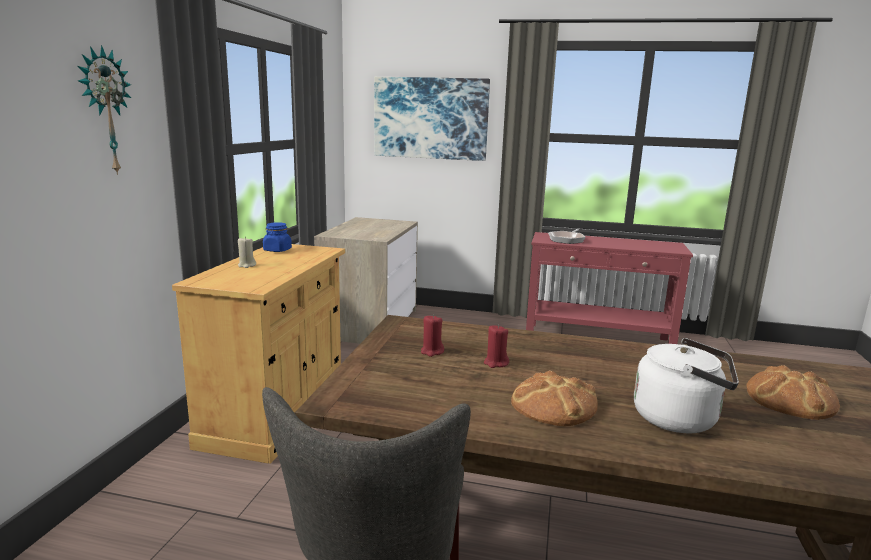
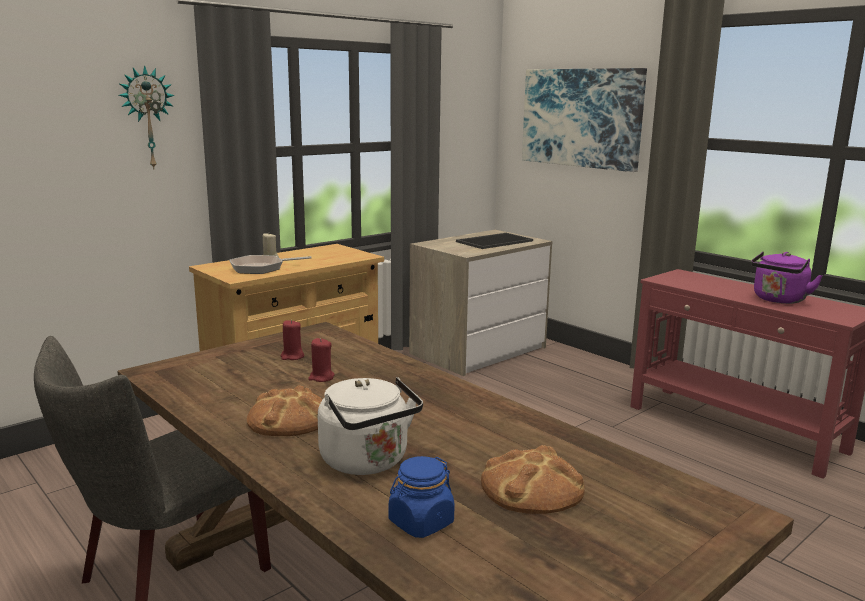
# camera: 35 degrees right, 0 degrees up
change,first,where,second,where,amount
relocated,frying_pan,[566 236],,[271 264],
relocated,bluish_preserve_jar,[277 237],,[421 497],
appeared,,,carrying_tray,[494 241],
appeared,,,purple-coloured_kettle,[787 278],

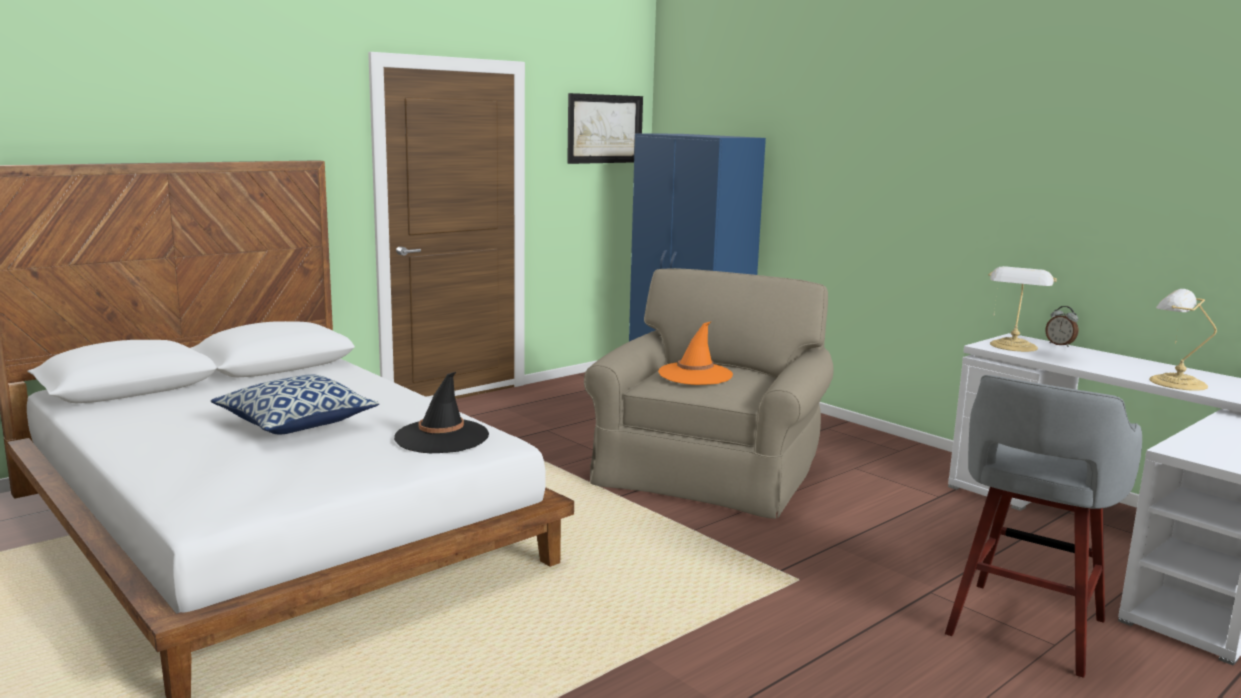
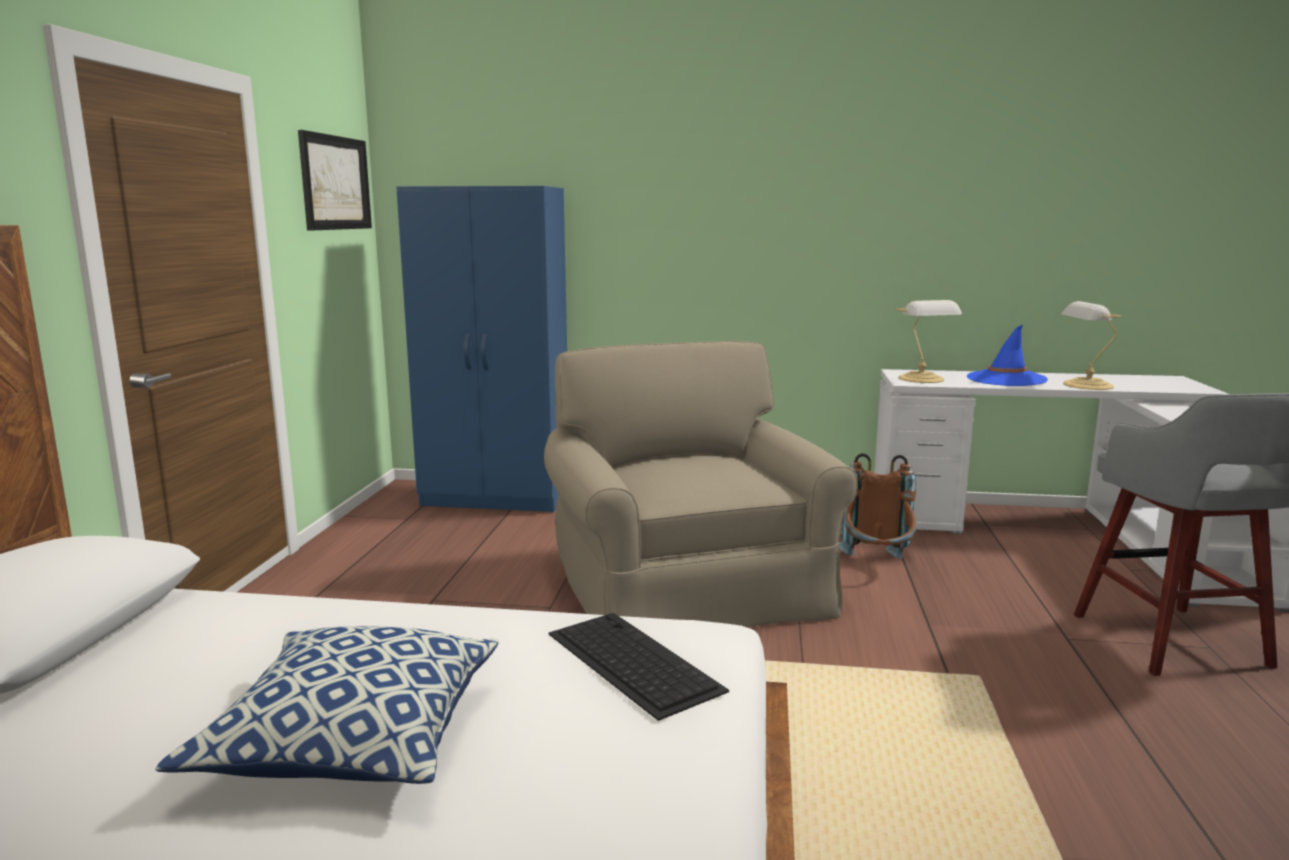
# camera: 40 degrees left, 0 degrees up
change,first,where,second,where,amount
exchanged,blackish_clothing_hat,[441 412],computer_keyboard,[639 667],
appeared,,,brownish_rucksack,[877 506],
appeared,,,bluish_clothing_hat,[1007 355],
missing,orange_clothing_hat,[695 353],,,
missing,alarm_clock,[1062 326],,,

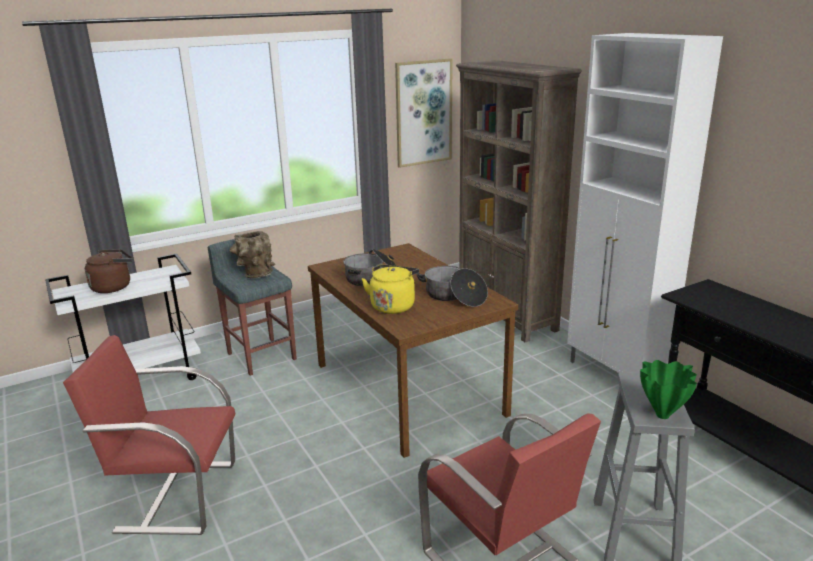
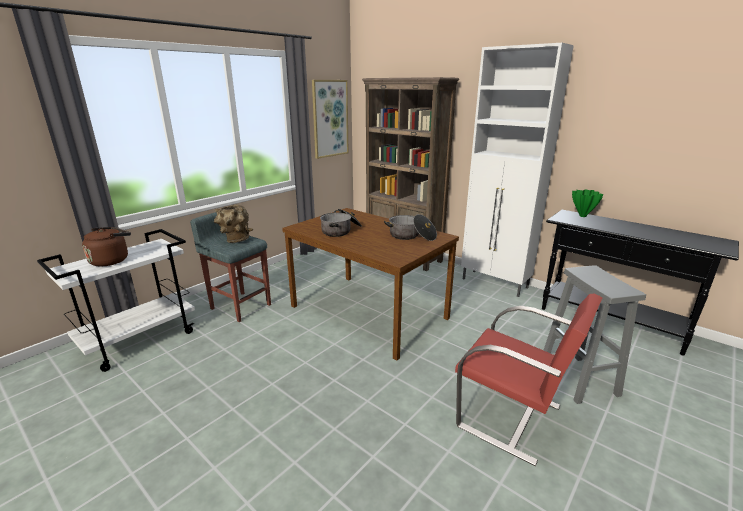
# camera: 20 degrees left, 0 degrees up
change,first,where,second,where,amount
relocated,greenish_decorative_vase,[668 389],,[587 203],
missing,reddish_upright_chair,[149 435],,,
missing,yellow-coloured_kettle,[390 289],,,

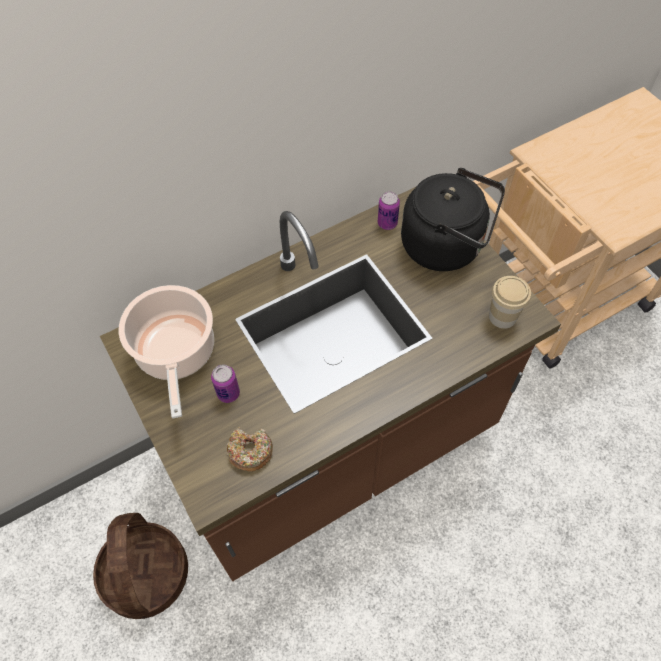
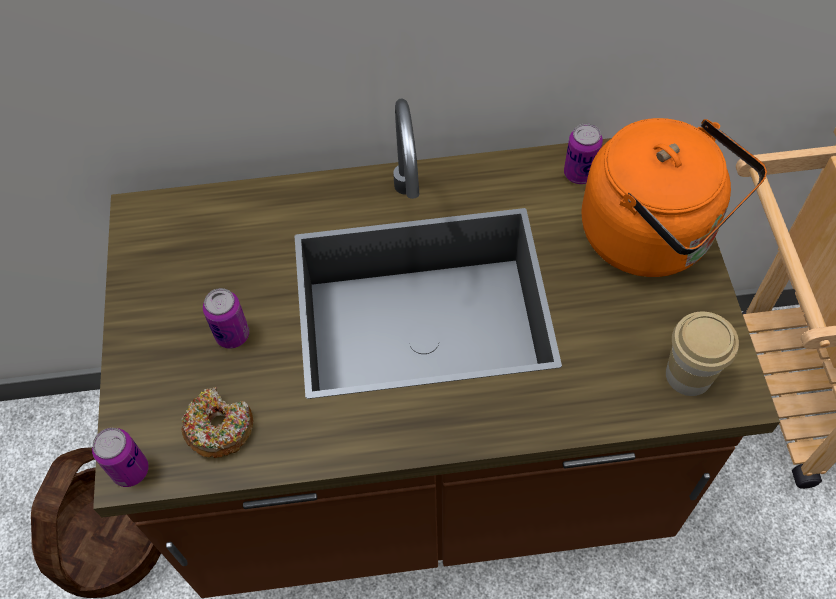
# camera: 25 degrees right, 0 degrees up
change,first,where,second,where,amount
appeared,,,sealed_can,[120 457],
colour,blackish_kettle,[453 219],orange_kettle,[674 197],
missing,saucepot,[166 352],,,

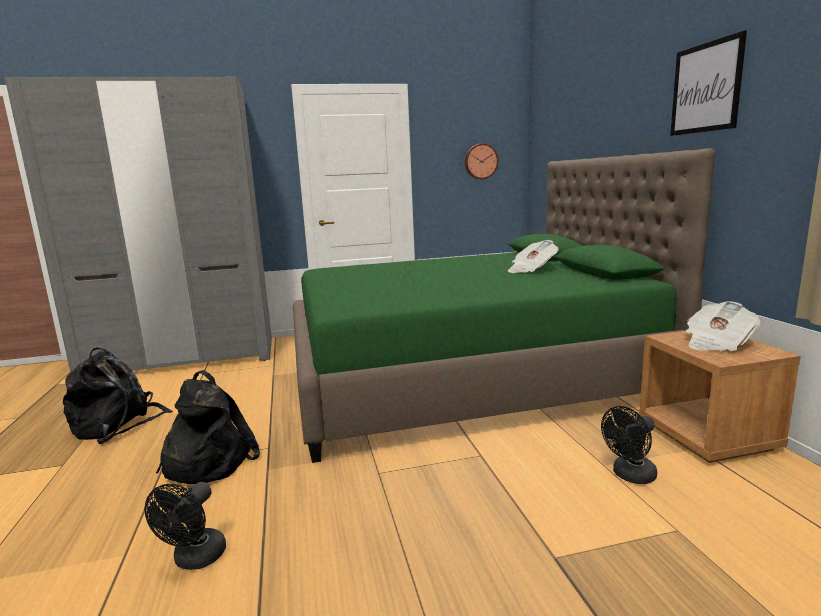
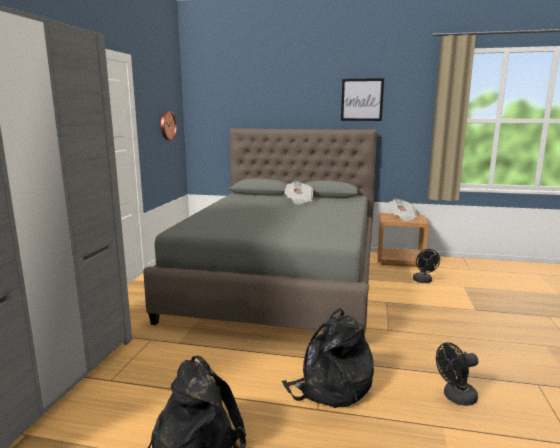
# camera: 65 degrees left, 0 degrees up
change,first,where,second,where,amount
colour,greenish_bed,[504 305],greyish_bed,[260 231],
spun,blackish_fan,[185 526],,[457 374],120 degrees clockwise

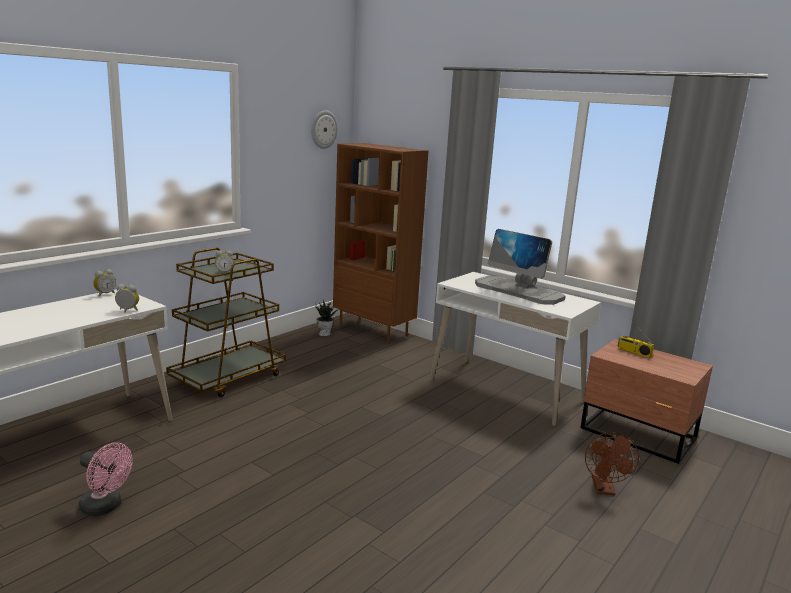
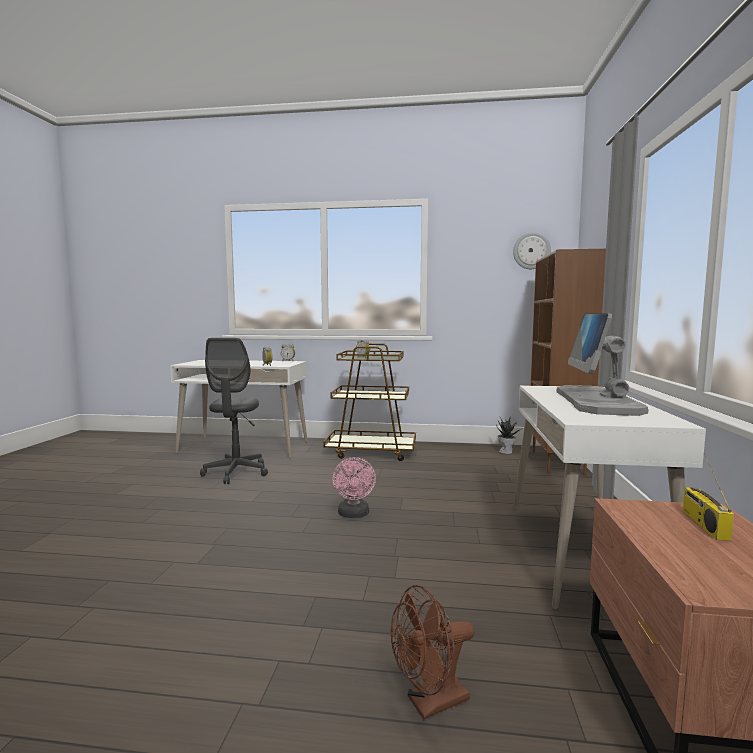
# camera: 60 degrees right, 10 degrees down
change,first,where,second,where,amount
appeared,,,greyish_computer_chair,[234 411],
relocated,pink_fan,[106 479],,[354 487],

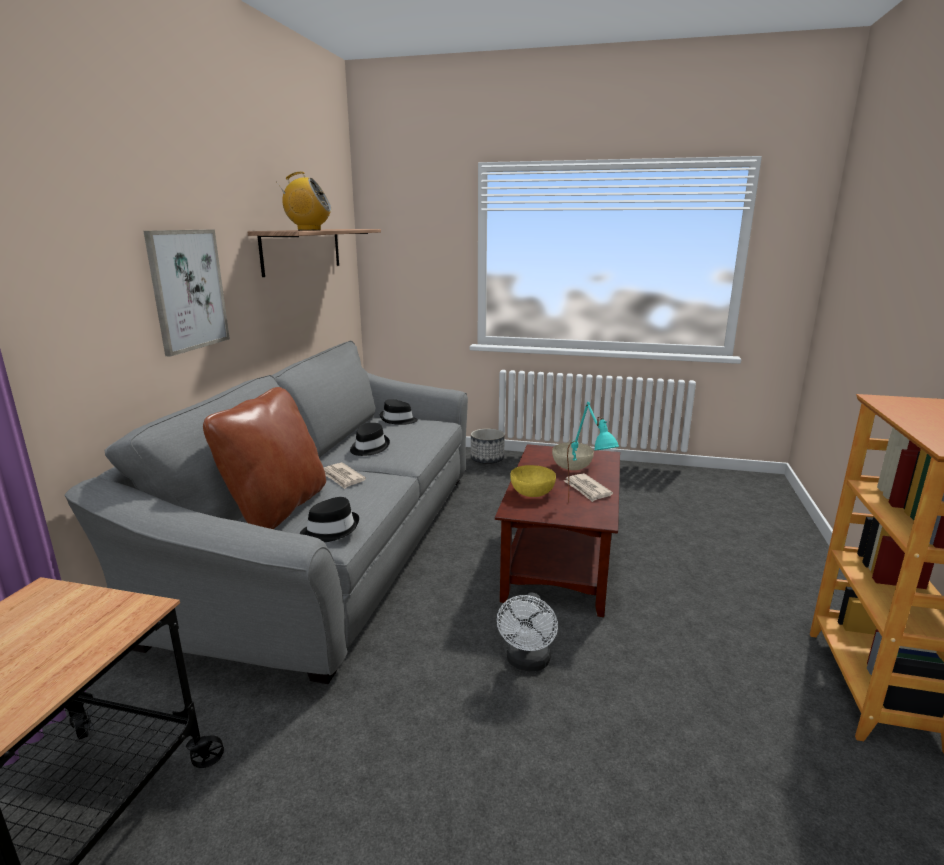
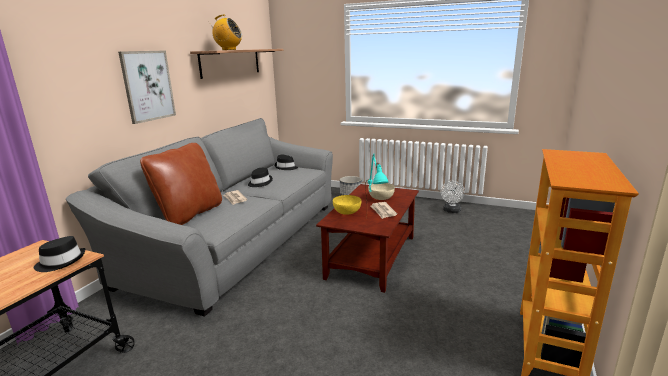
# camera: 10 degrees right, 0 degrees up
change,first,where,second,where,amount
relocated,blackish_clothing_hat,[329 519],,[59 254],
relocated,whitish_fan,[527 632],,[453 197],

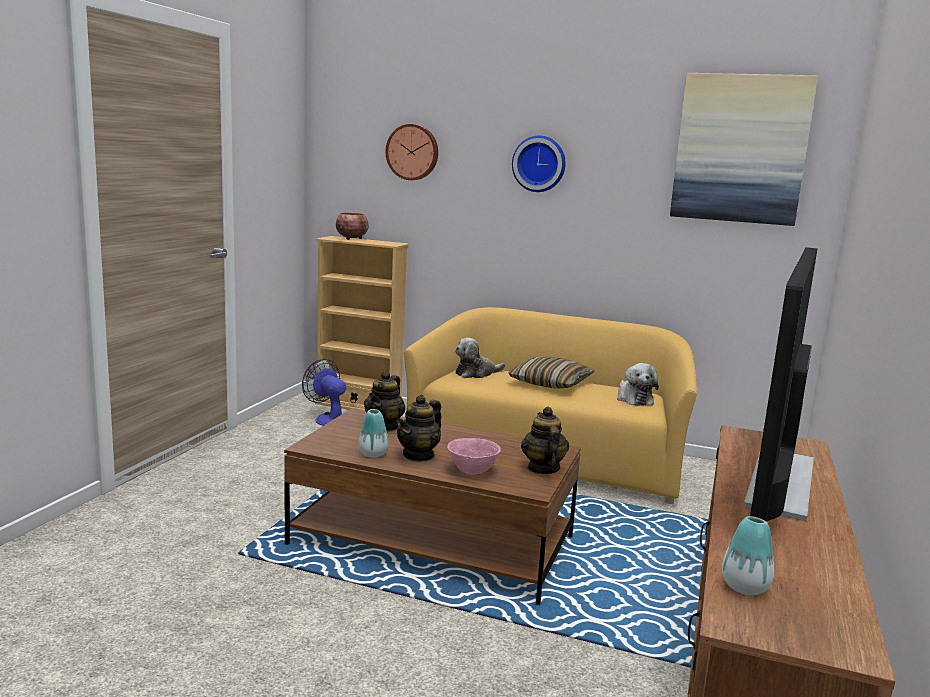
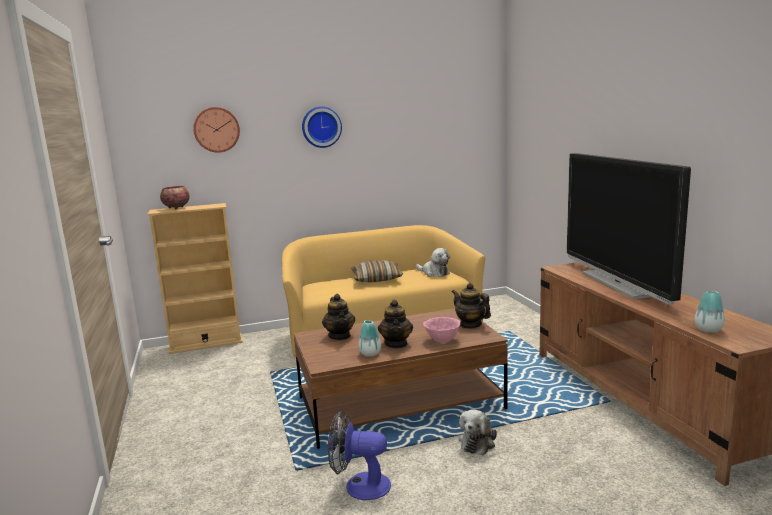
# camera: 35 degrees left, 0 degrees up
change,first,where,second,where,amount
relocated,fan,[324 392],,[359 455],
relocated,plush_toy,[480 358],,[478 432],
missing,wall_art,[744 149],,,

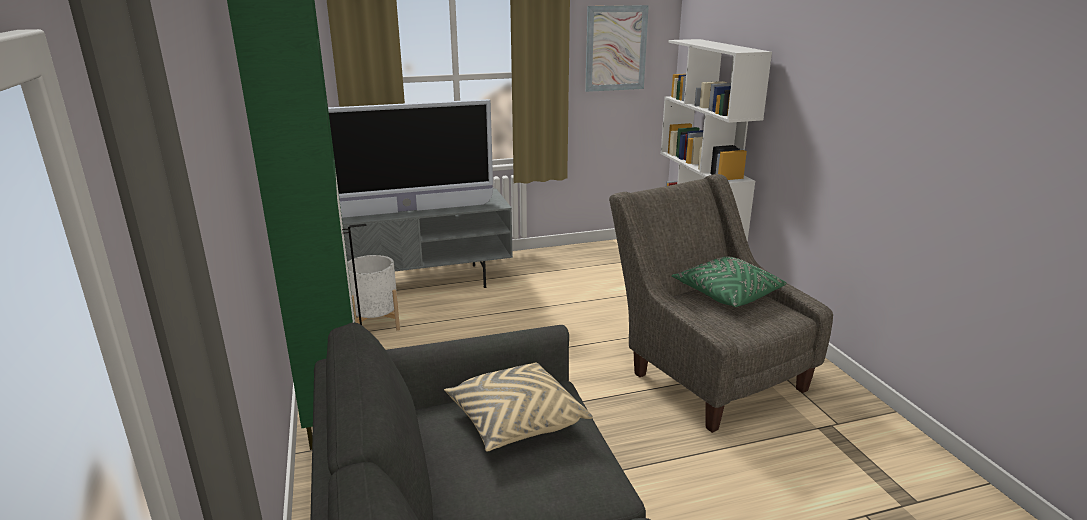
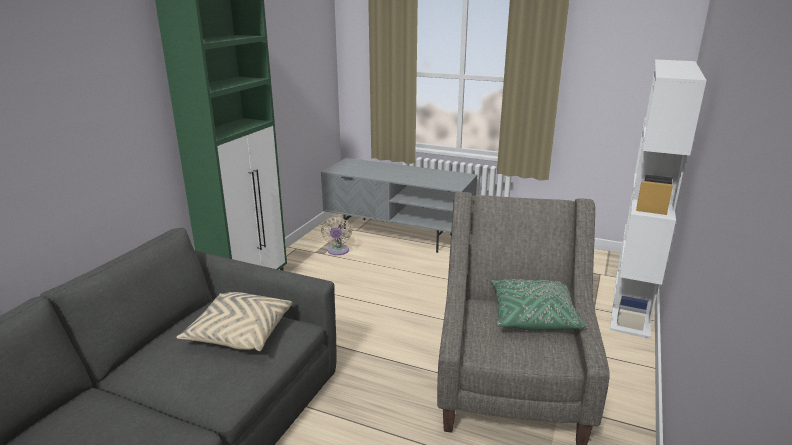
# camera: 40 degrees right, 0 degrees up
change,first,where,second,where,amount
exchanged,whitish_flower_pot,[374 293],beige_fan,[336 236],
missing,TV_set,[410 158],,,
missing,wall_art,[617 48],,,

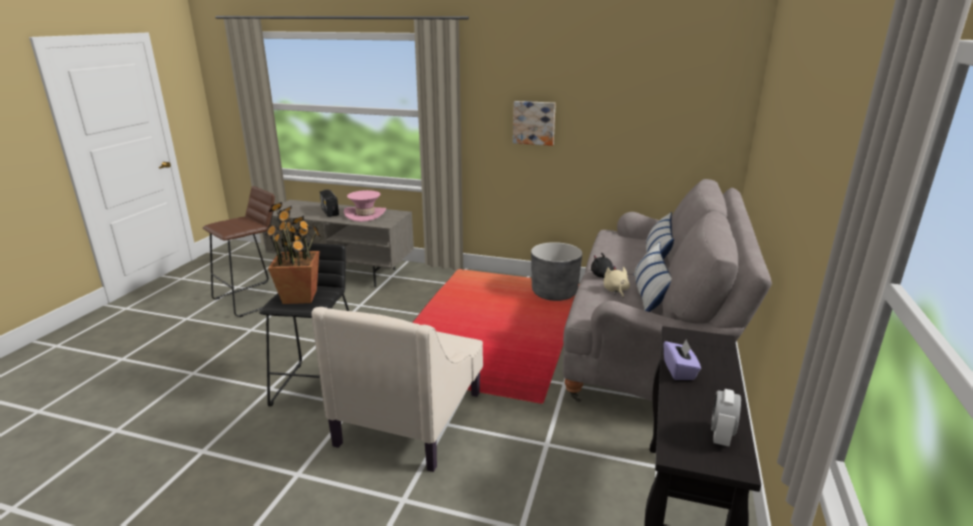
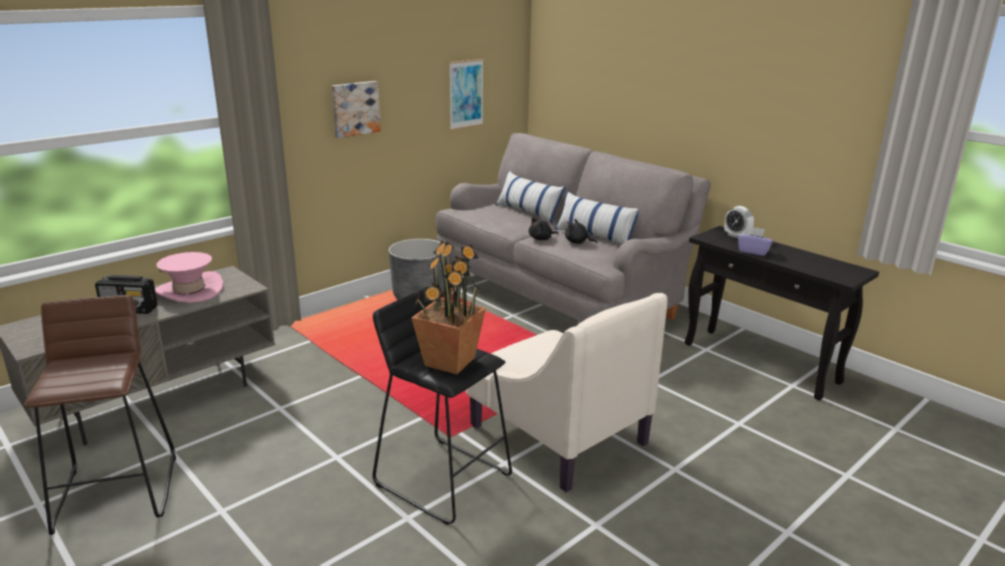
# camera: 60 degrees left, 0 degrees up
change,first,where,second,where,amount
appeared,,,wall_art,[466 94],
colour,beige_plush_toy,[617 282],blackish_plush_toy,[581 232],
relocated,alarm_clock,[726 418],,[739 222],

